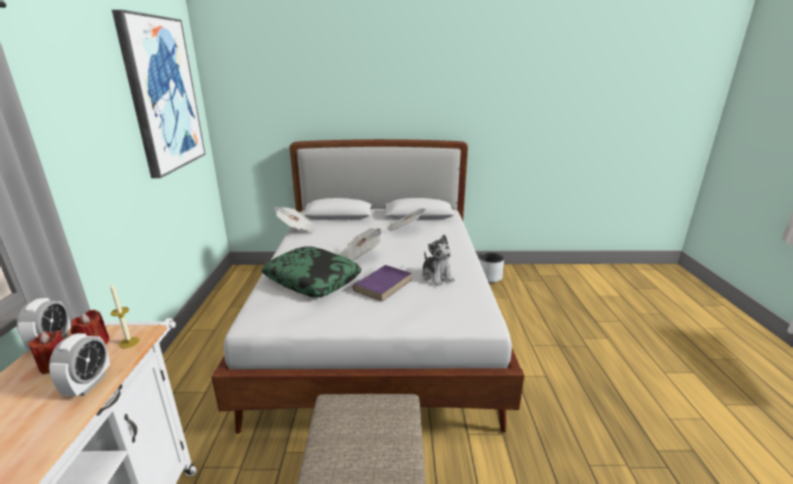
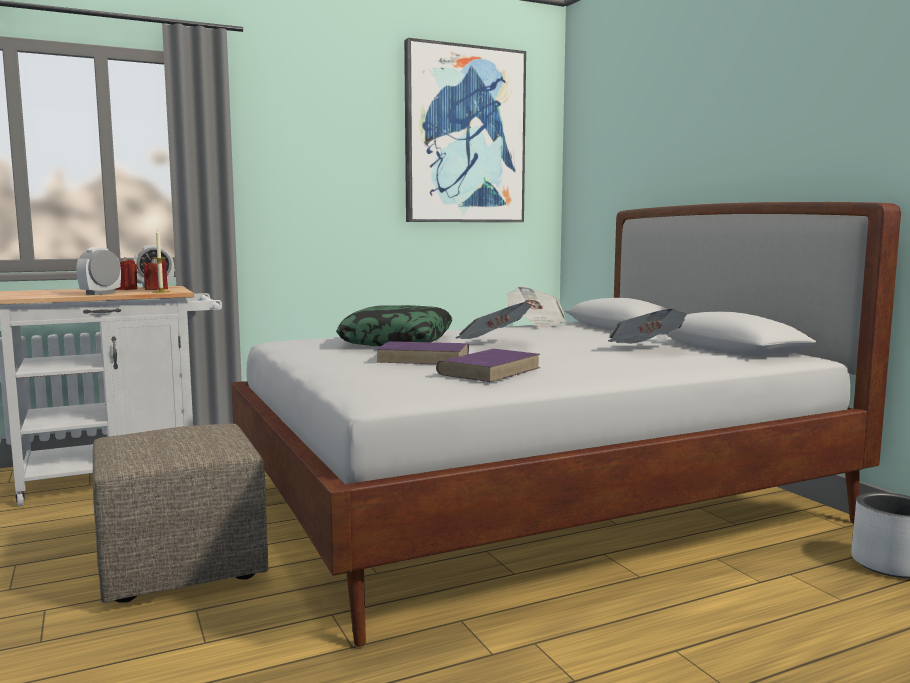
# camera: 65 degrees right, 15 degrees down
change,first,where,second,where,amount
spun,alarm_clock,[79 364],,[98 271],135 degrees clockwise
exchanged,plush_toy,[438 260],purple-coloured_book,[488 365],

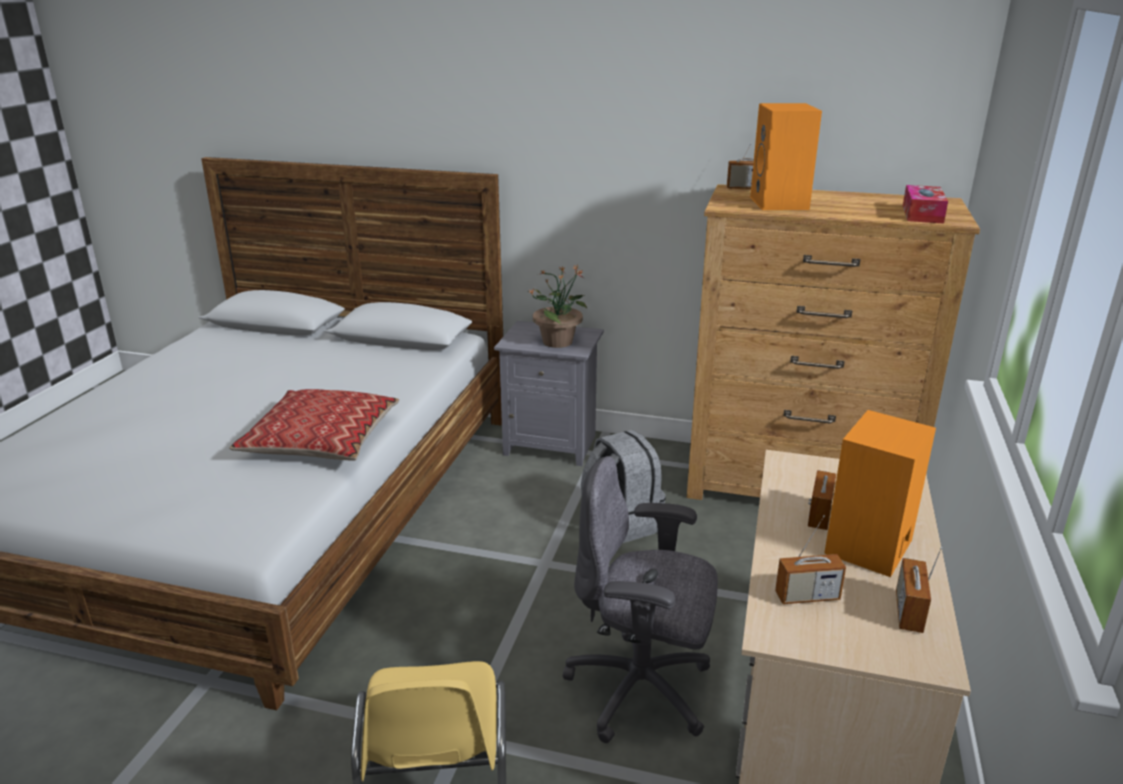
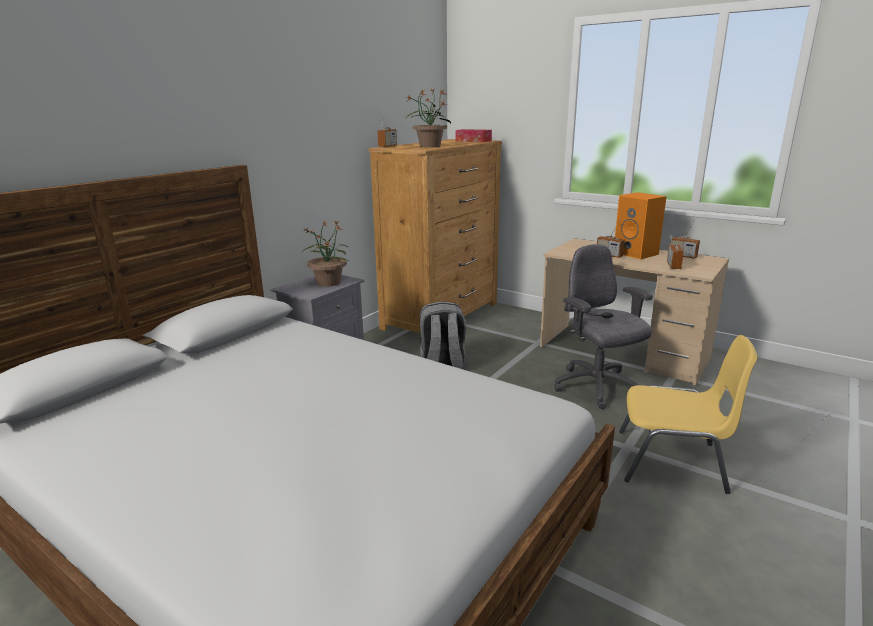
# camera: 70 degrees left, 5 degrees down
change,first,where,second,where,amount
exchanged,orange_loudspeaker,[786 156],potted_plant,[428 118],
spun,greyish_computer_chair,[640 599],,[604 326],120 degrees clockwise
missing,pillow,[314 425],,,

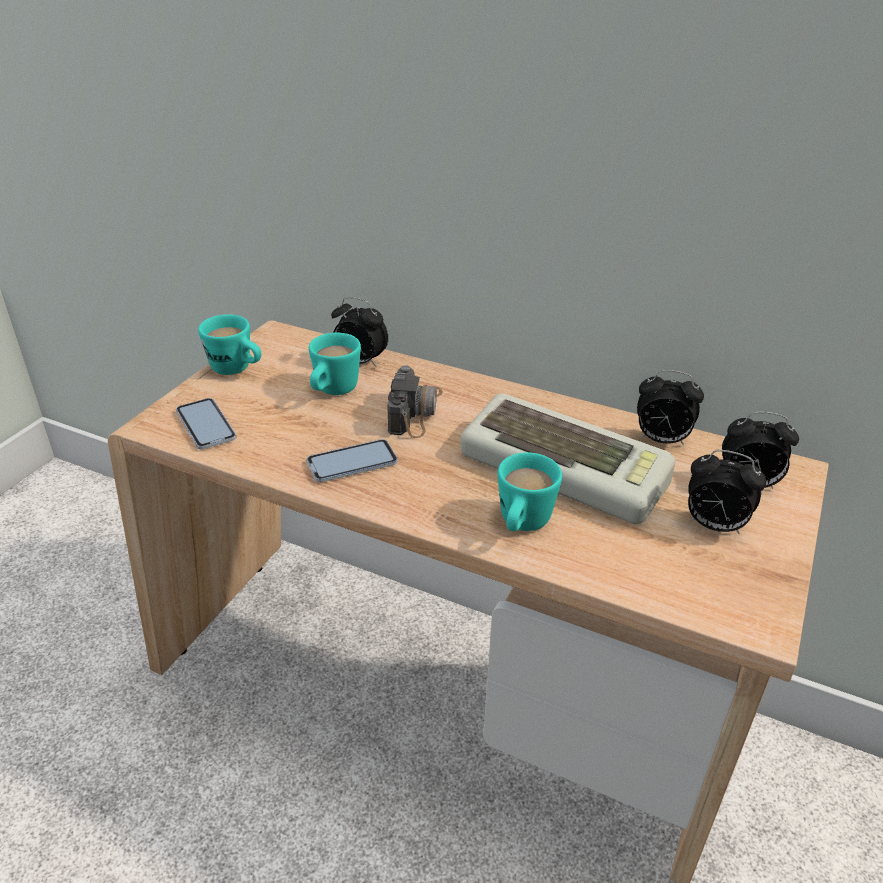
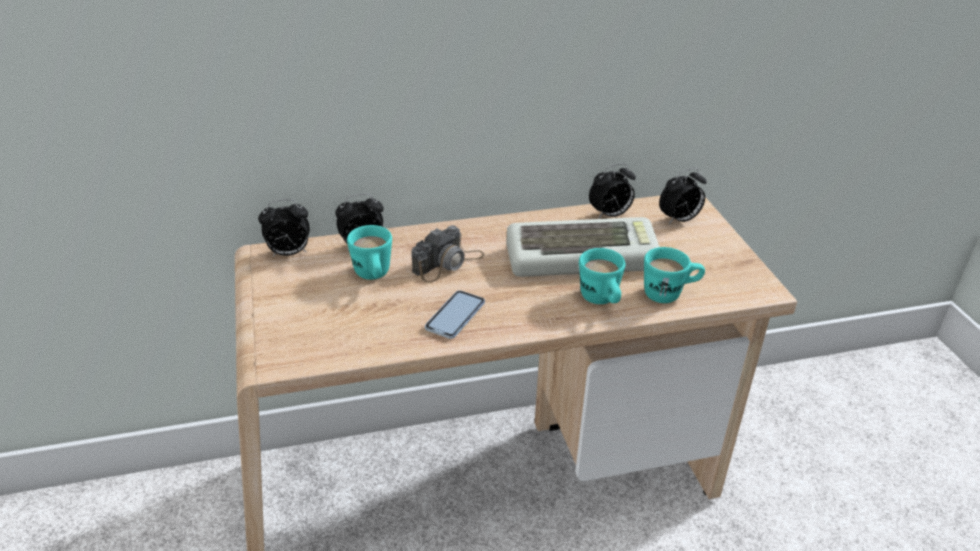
# camera: 40 degrees left, 0 degrees up
change,first,where,second,where,amount
relocated,alarm_clock,[727 492],,[284 228],
spun,still_camera,[415 402],,[448 254],75 degrees clockwise
relocated,blue-green_coffee_mug,[229 344],,[674 275],
missing,handset,[206 423],,,

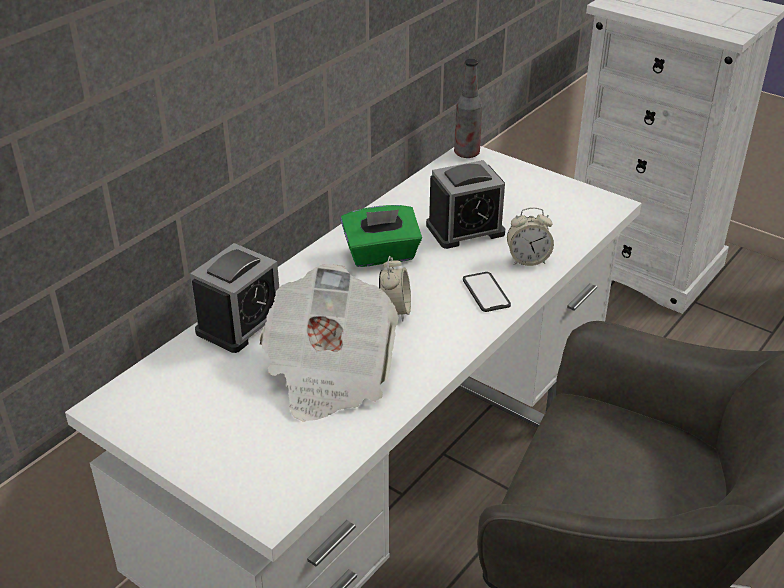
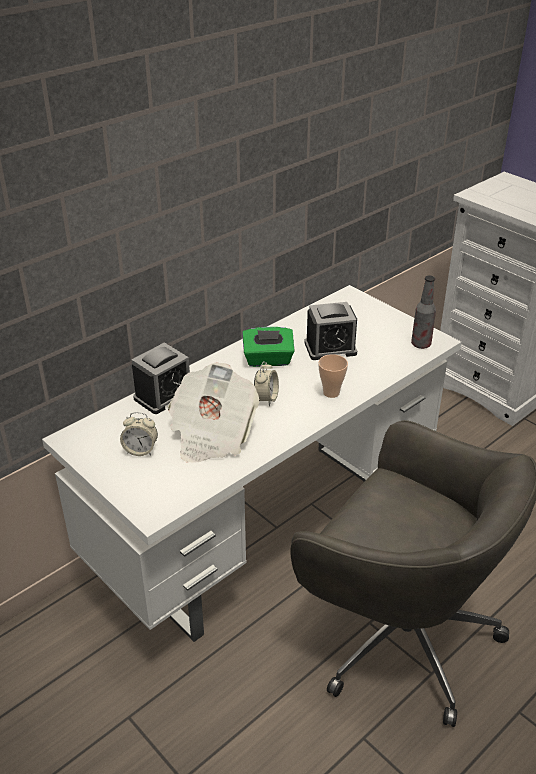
# camera: 10 degrees right, 0 degrees up
change,first,where,second,where,amount
relocated,alarm_clock,[530 236],,[139 434],
exchanged,handset,[487 292],drinking_cup,[333 376],
relocated,bottle,[468 108],,[423 312],

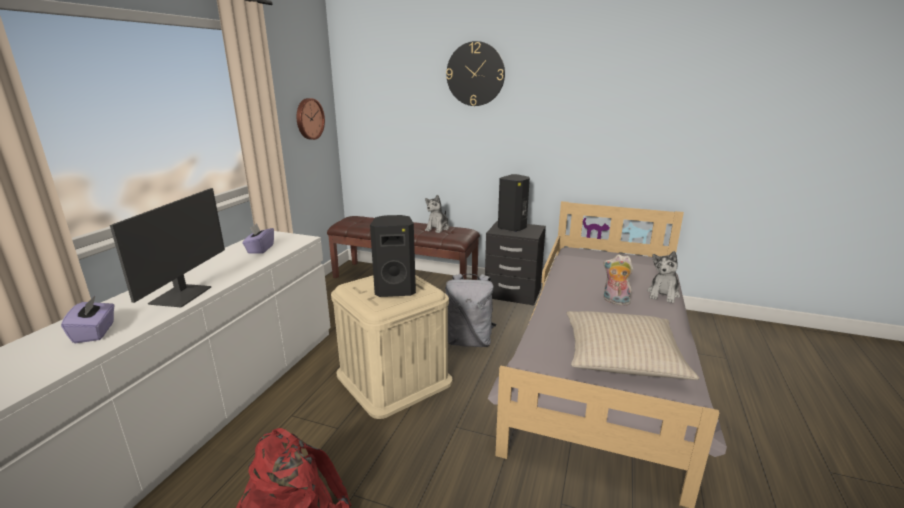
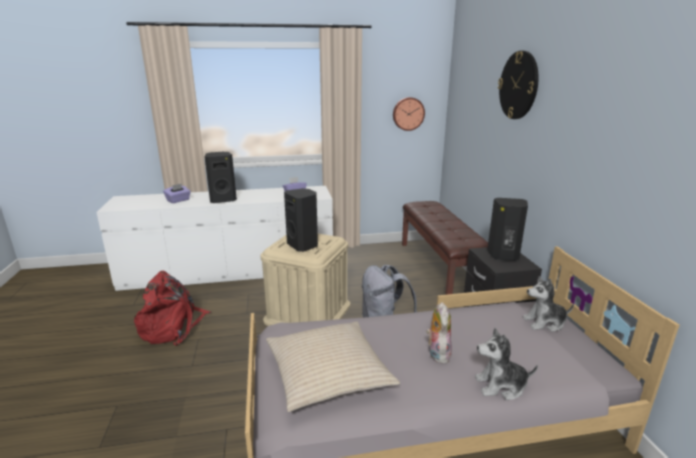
# camera: 60 degrees right, 0 degrees up
change,first,where,second,where,amount
exchanged,computer_display,[167 248],blackish_loudspeaker,[220 177],
relocated,plush_toy,[437 214],,[548 304],

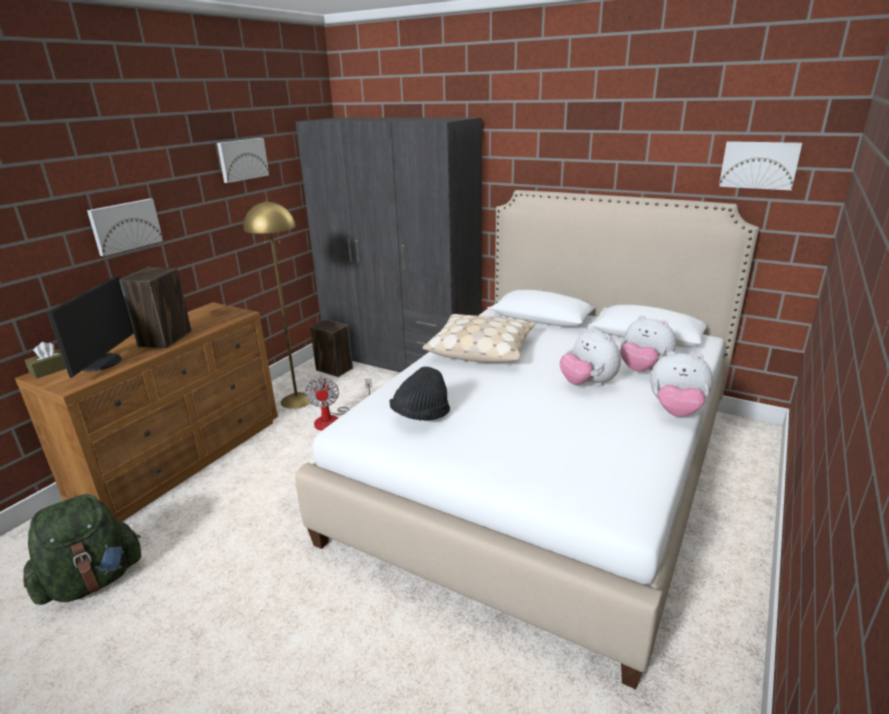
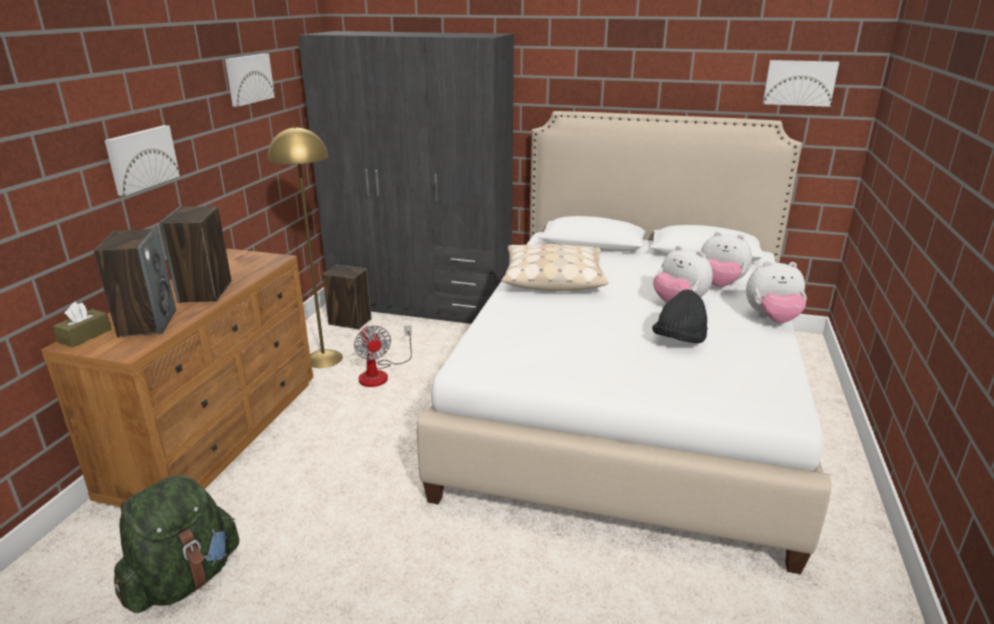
# camera: 15 degrees left, 0 degrees up
change,first,where,second,where,amount
exchanged,computer_display,[90 326],loudspeaker,[135 282],
relocated,blackish_clothing_hat,[420 393],,[680 316],

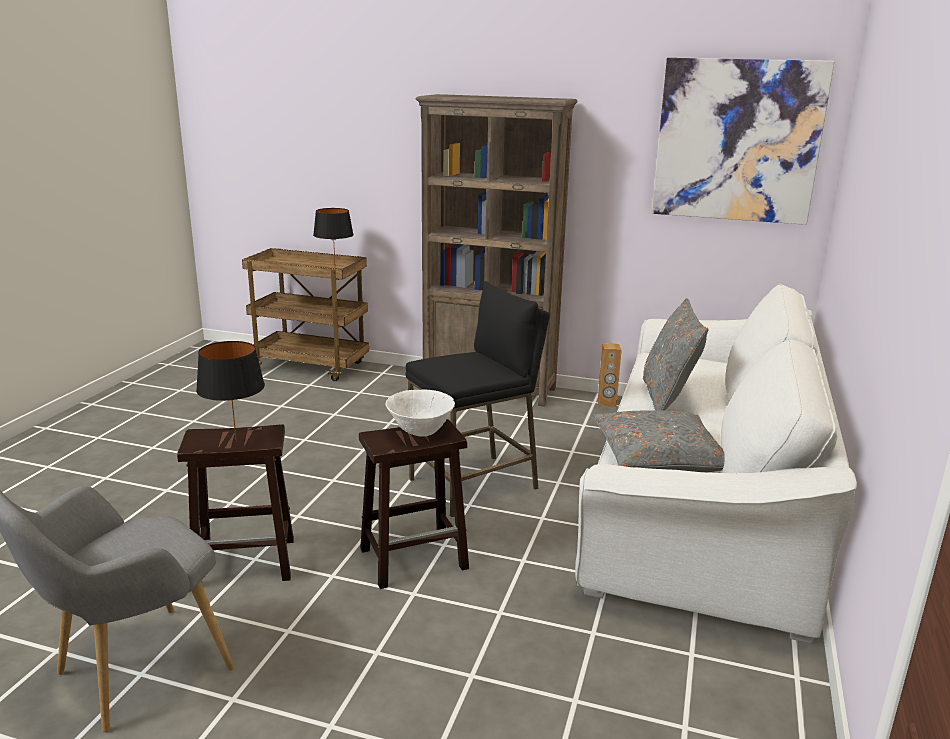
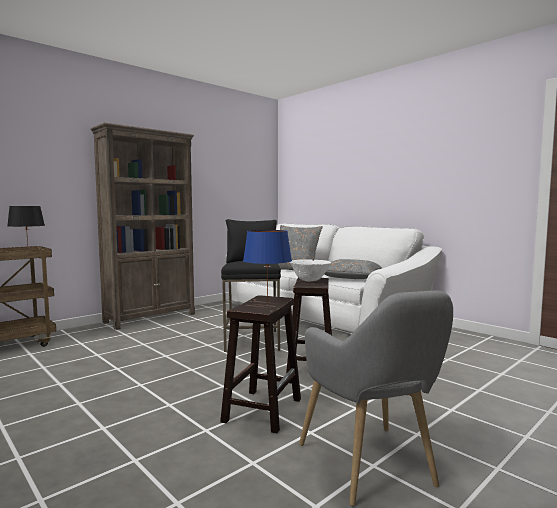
# camera: 60 degrees left, 15 degrees down
change,first,where,second,where,amount
colour,blackish_table_lamp,[230 391],bluish_table_lamp,[267 267],
missing,brownish_loudspeaker,[610 375],,,
missing,wall_art,[743 141],,,

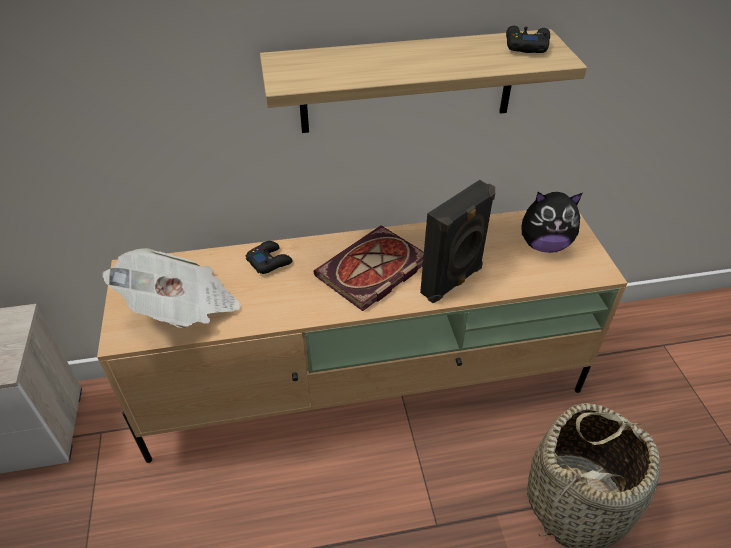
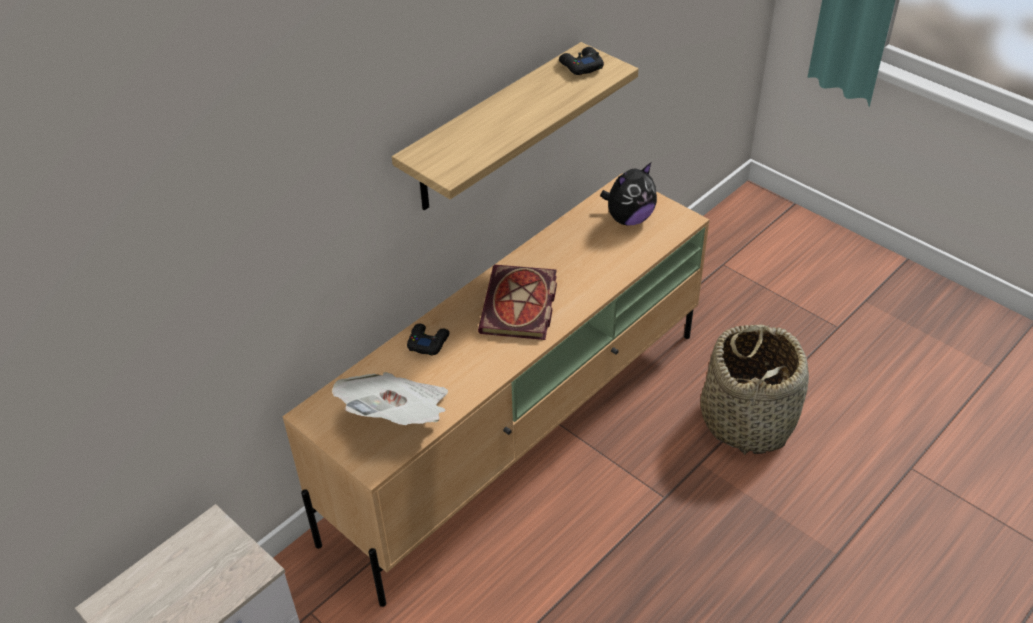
# camera: 35 degrees left, 0 degrees up
change,first,where,second,where,amount
missing,blackish_loudspeaker,[457 241],,,

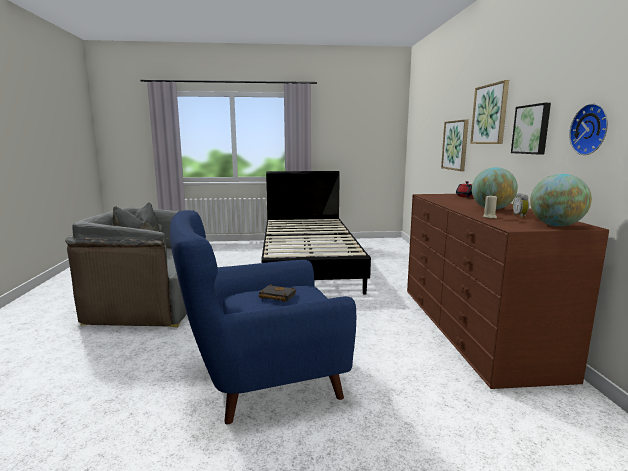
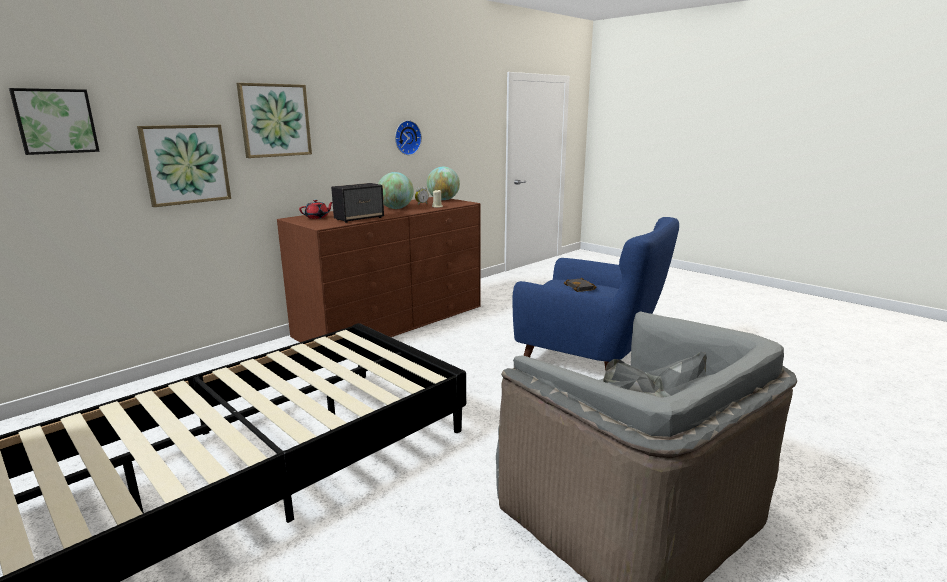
# camera: 130 degrees left, 5 degrees up
change,first,where,second,where,amount
relocated,wall_art,[531 128],,[54 121],
appeared,,,loudspeaker,[357 203],

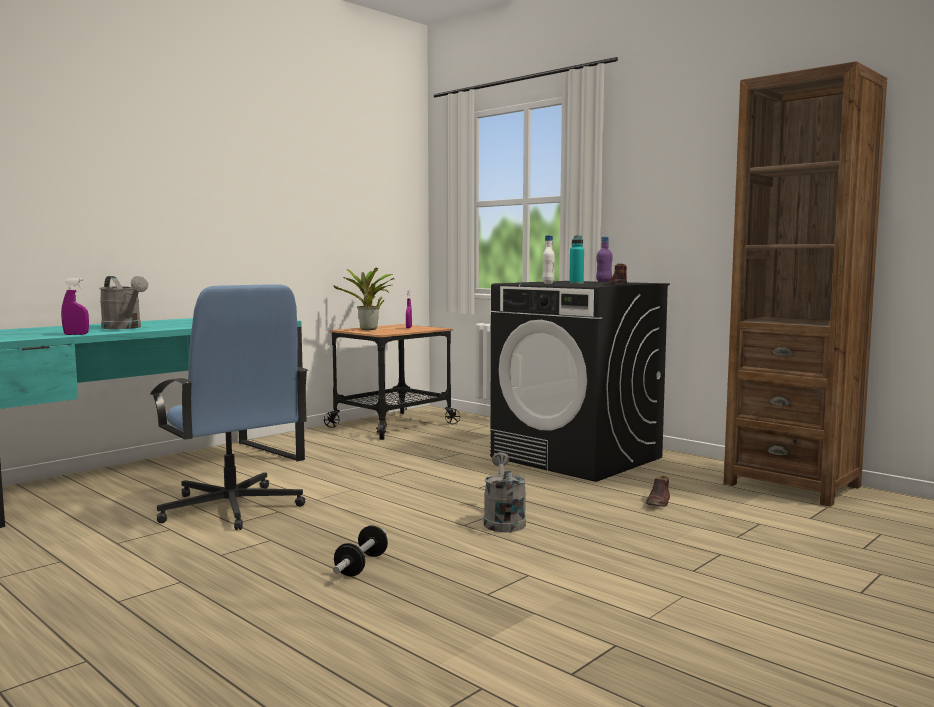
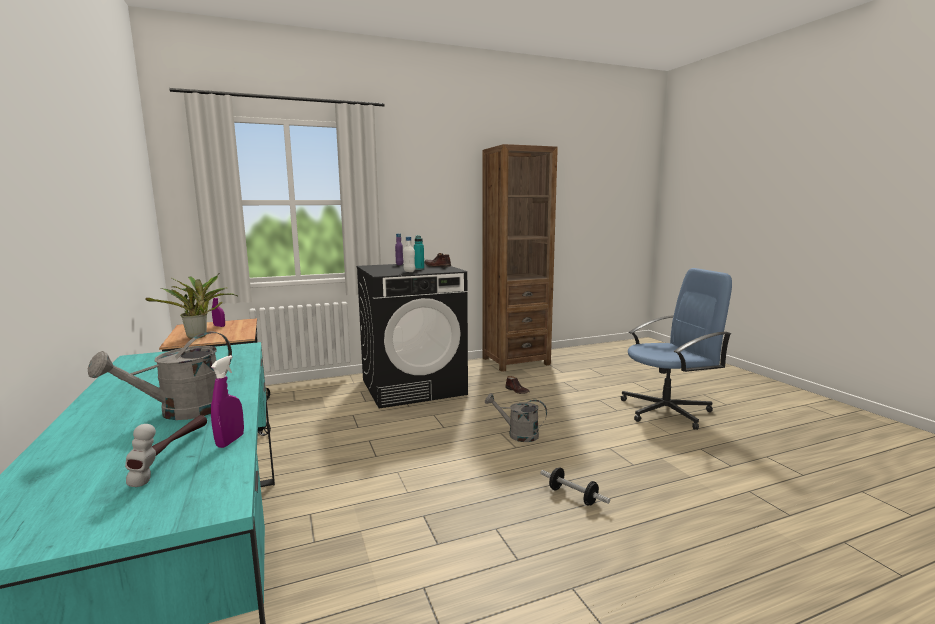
# camera: 65 degrees left, 5 degrees up
change,first,where,second,where,amount
spun,greyish_sprinkling_can,[123 302],,[160 376],150 degrees clockwise
appeared,,,hand_hammer,[166 451],
relocated,bluish_computer_chair,[229 407],,[676 349],

